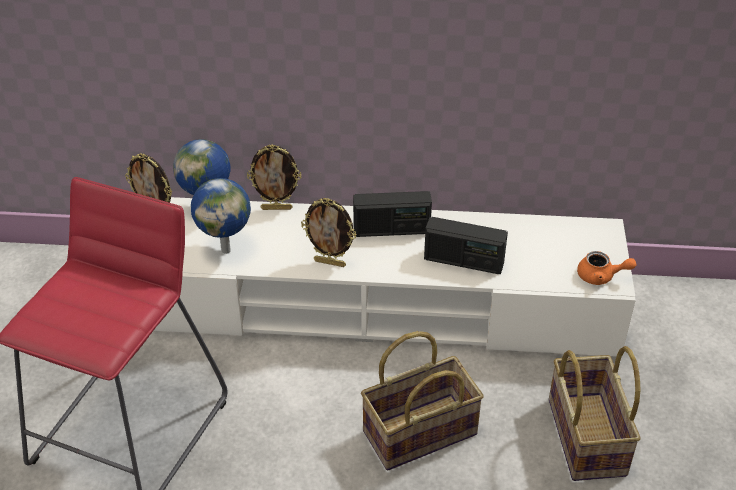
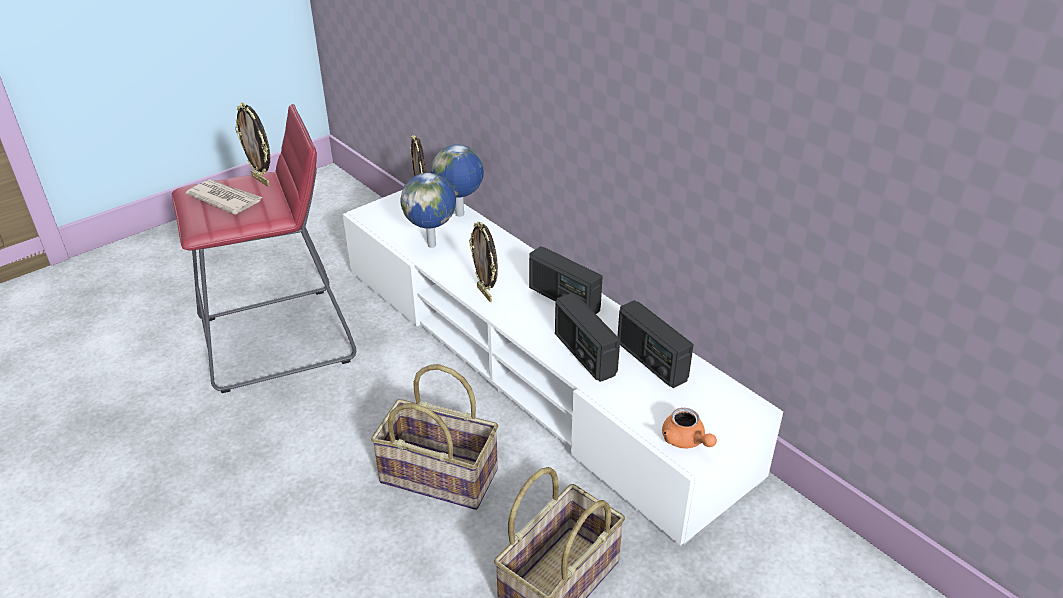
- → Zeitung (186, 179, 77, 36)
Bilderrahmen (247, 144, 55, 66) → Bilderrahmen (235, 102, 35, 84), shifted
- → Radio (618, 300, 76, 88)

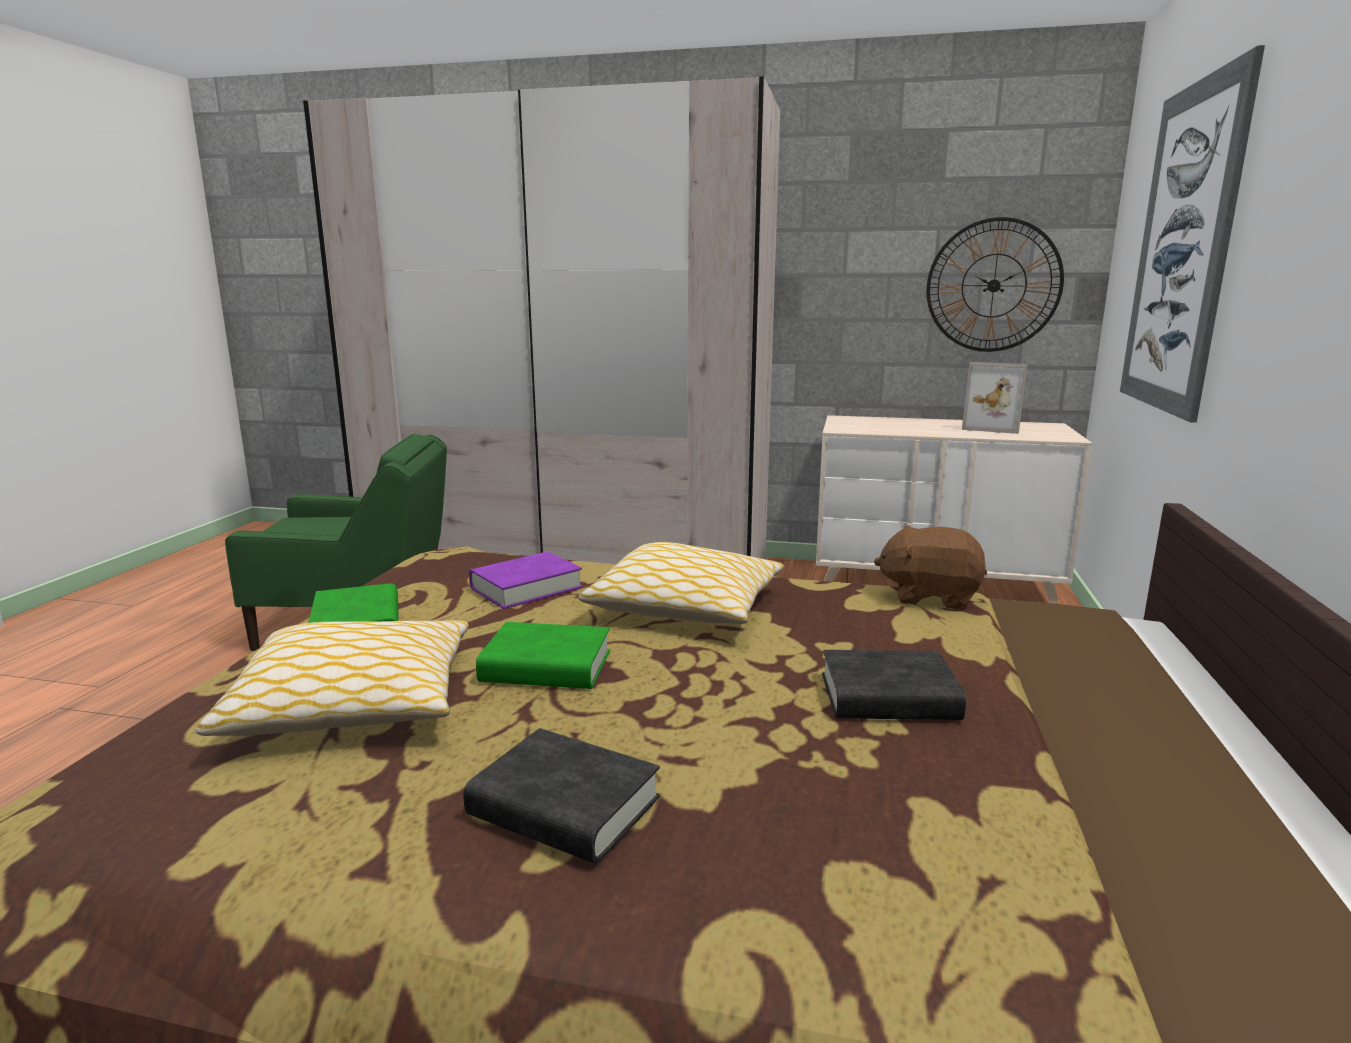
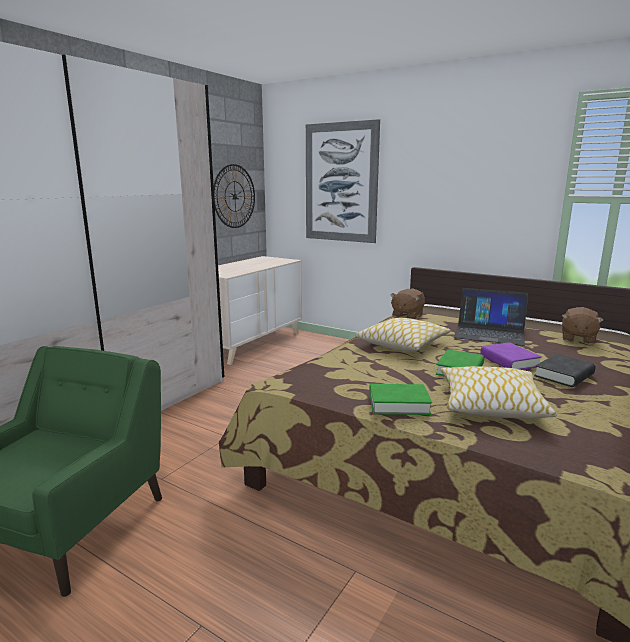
Buch (schwarz) (822, 650, 144, 70) → Laptop (454, 288, 74, 58)
Buch (lila) (469, 552, 114, 57) → Buch (lila) (480, 342, 62, 28), shifted
- → Plüschtier (braun) (562, 307, 42, 37)
Bilderrahmen (962, 362, 66, 72) → -

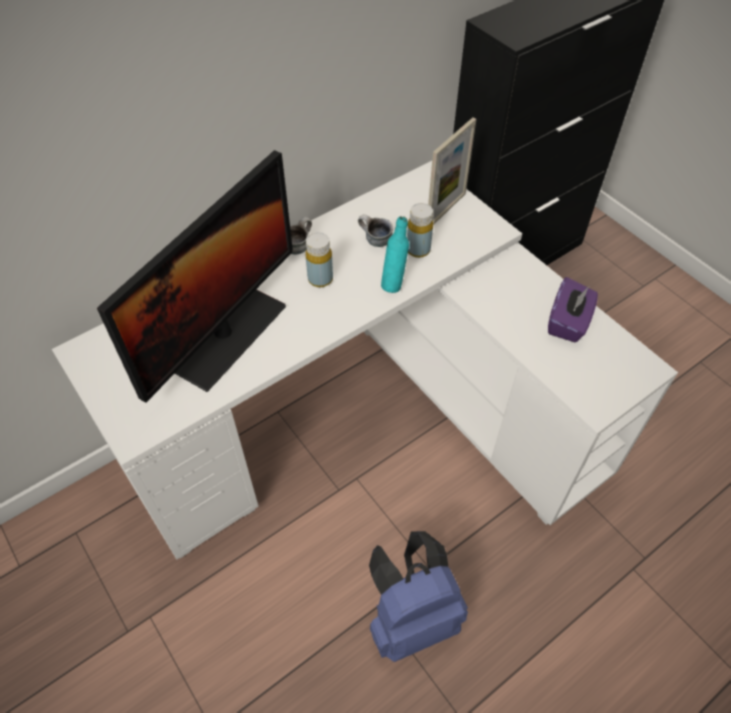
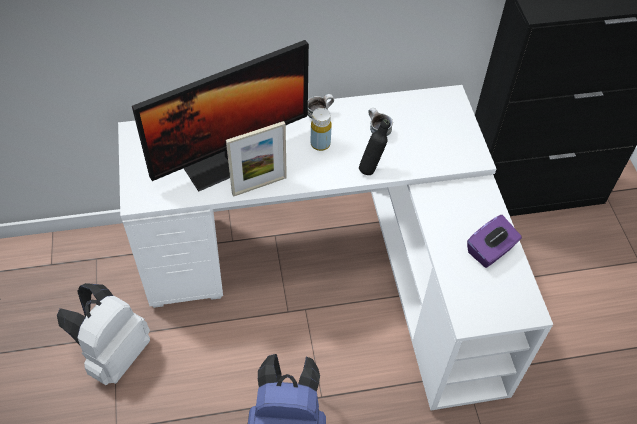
- → Rucksack (weiß) (57, 283, 93, 102)
Bilderrahmen (428, 118, 48, 107) → Bilderrahmen (226, 121, 61, 76), shifted
Flasche (türkis) (381, 216, 28, 77) → Flasche (schwarz) (359, 119, 31, 56)
Flasche (gelb) (407, 203, 26, 55) → -

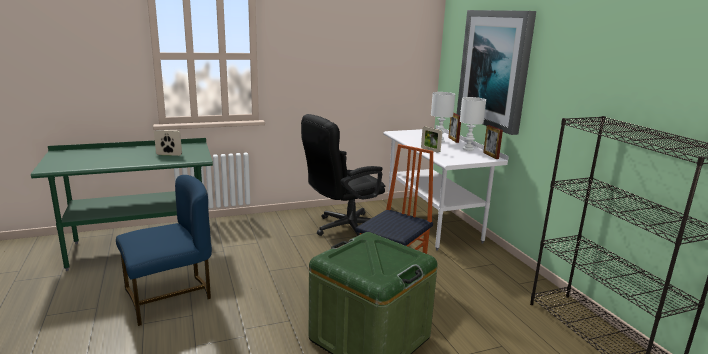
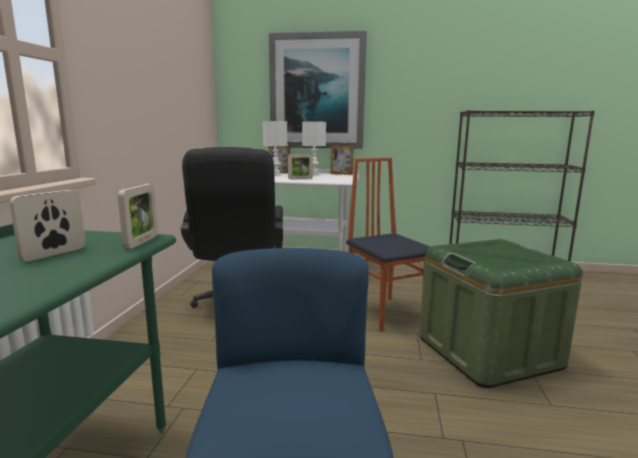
- → Bilderrahmen (118, 184, 40, 65)

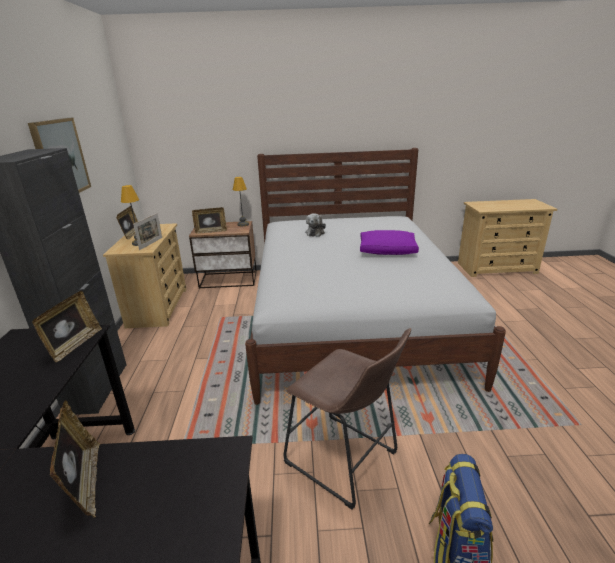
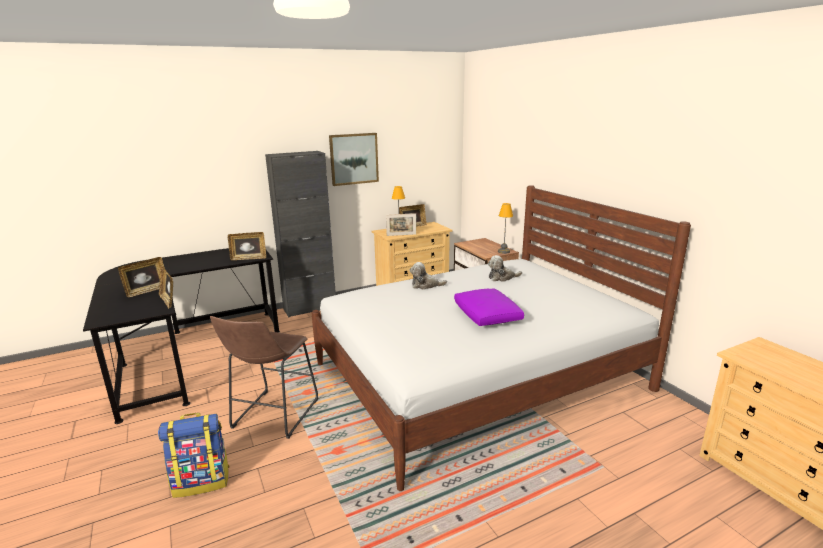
Bilderrahmen (192, 207, 35, 27) → Bilderrahmen (159, 266, 14, 43), shifted
- → Plüschtier (410, 262, 37, 28)

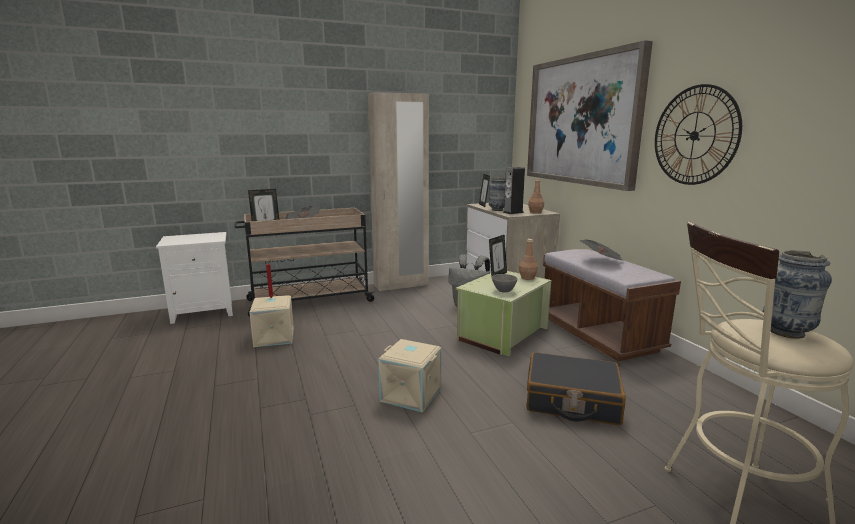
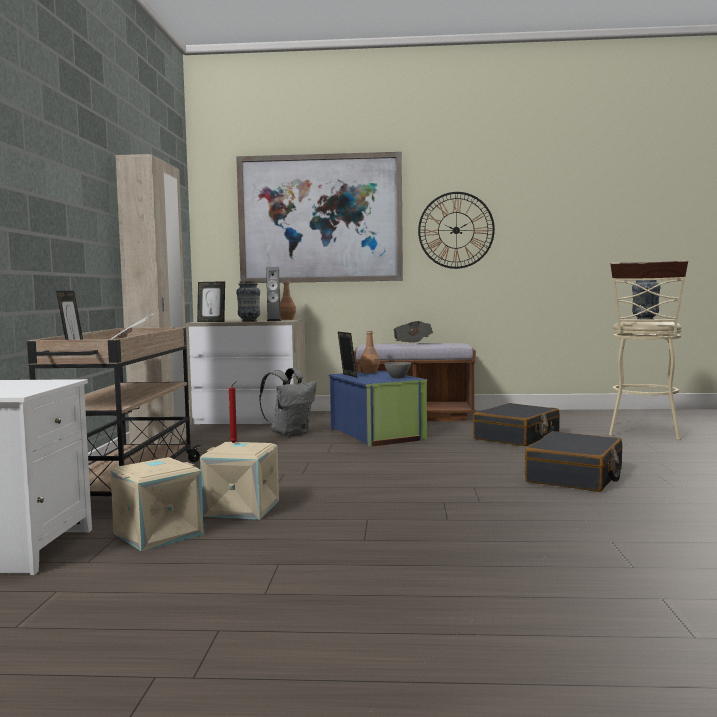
Aufbewahrungsbox (beige) (378, 339, 64, 74) → Aufbewahrungsbox (beige) (110, 457, 94, 94), shifted
Aufbewahrungsbox (grün) (456, 271, 95, 85) → Aufbewahrungsbox (blau) (329, 370, 98, 77)
- → Koffer (schwarz) (525, 431, 97, 61)

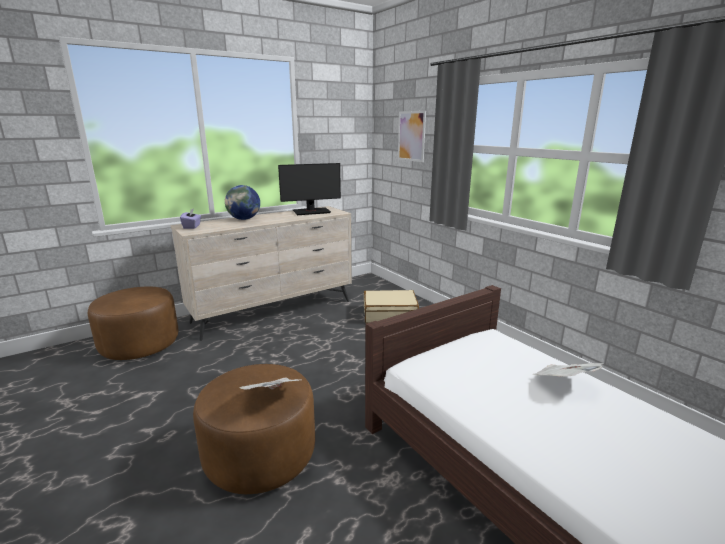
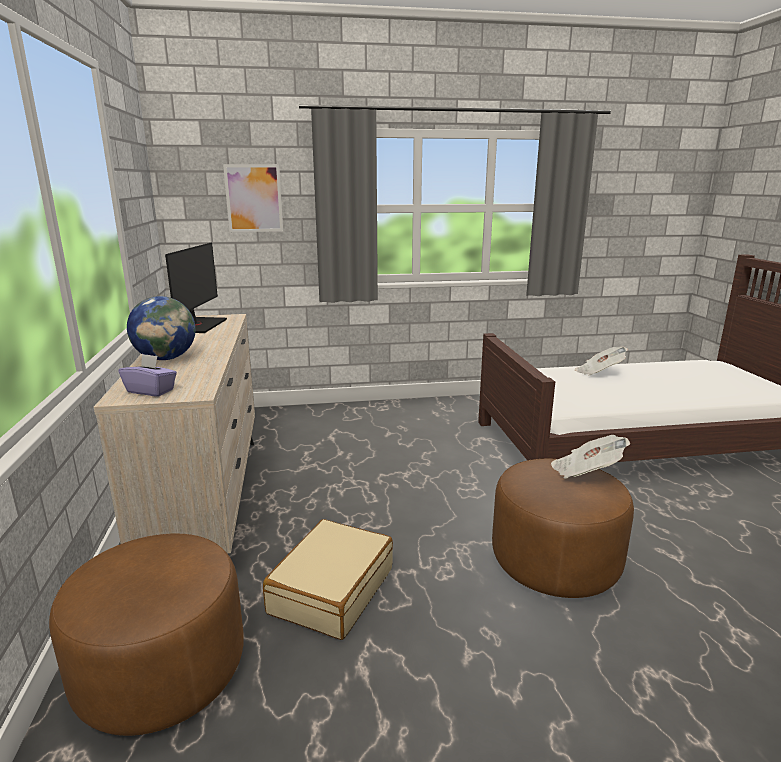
Koffer (beige) (364, 290, 55, 33) → Koffer (beige) (263, 519, 130, 121), shifted

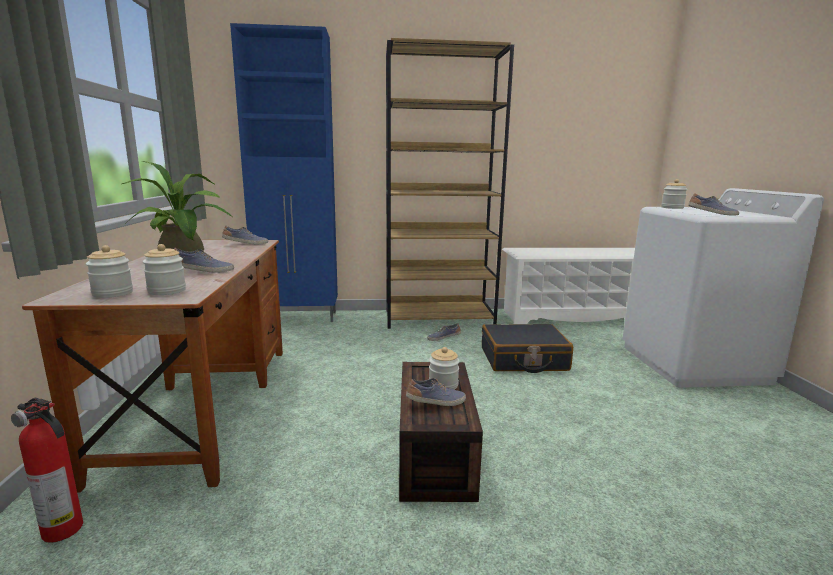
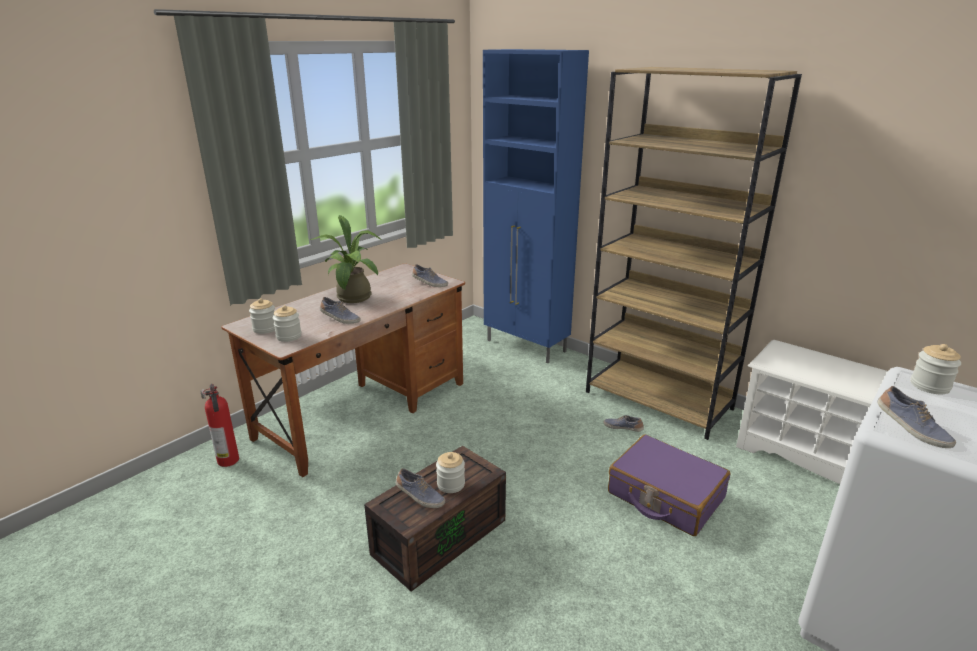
Koffer (schwarz) (482, 324, 91, 49) → Koffer (lila) (608, 435, 122, 101)

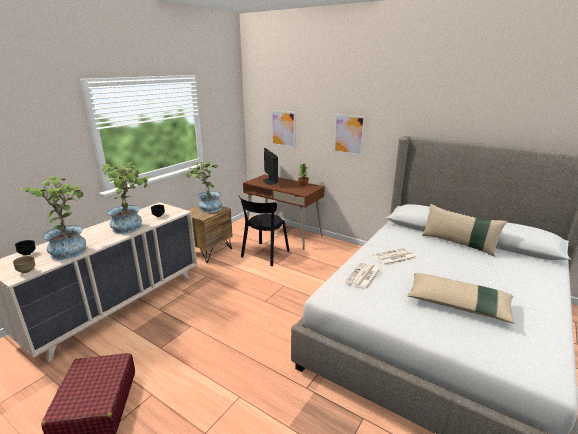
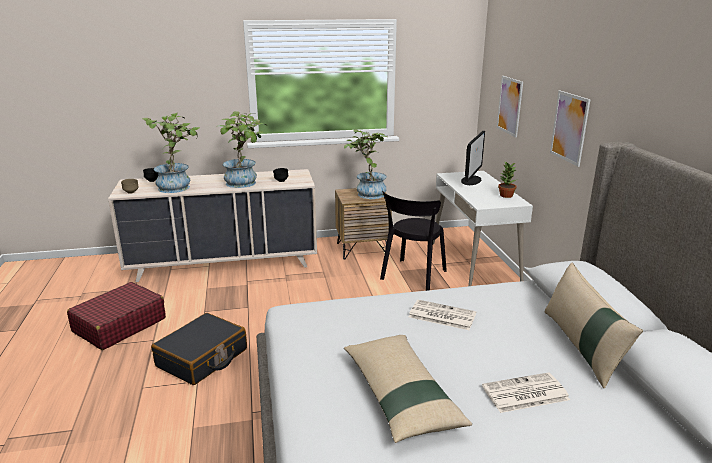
- → Koffer (schwarz) (151, 313, 96, 72)
Stuhl (schwarz) (239, 196, 50, 70) → Stuhl (schwarz) (380, 191, 67, 100), 45 degrees counterclockwise
Schreibtisch (braun) (243, 174, 82, 76) → Schreibtisch (weiß) (433, 171, 100, 115)
Zeitung (345, 262, 37, 28) → Zeitung (482, 372, 88, 41), shifted

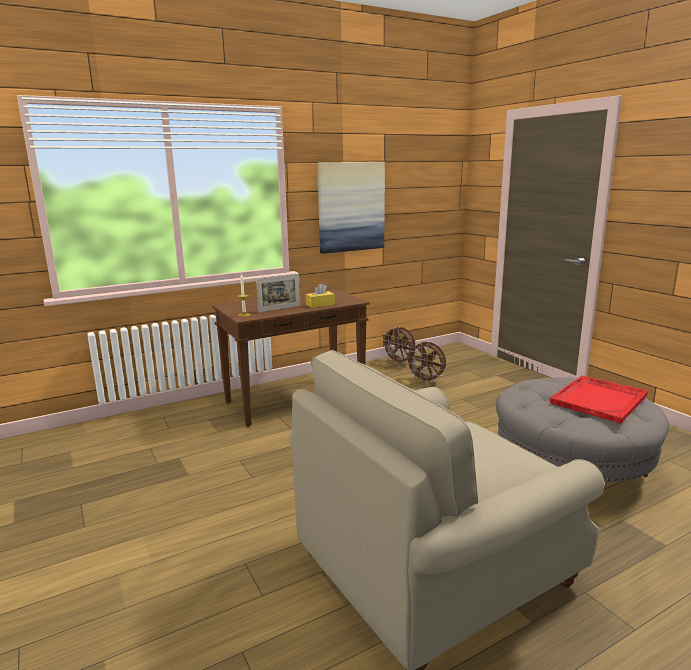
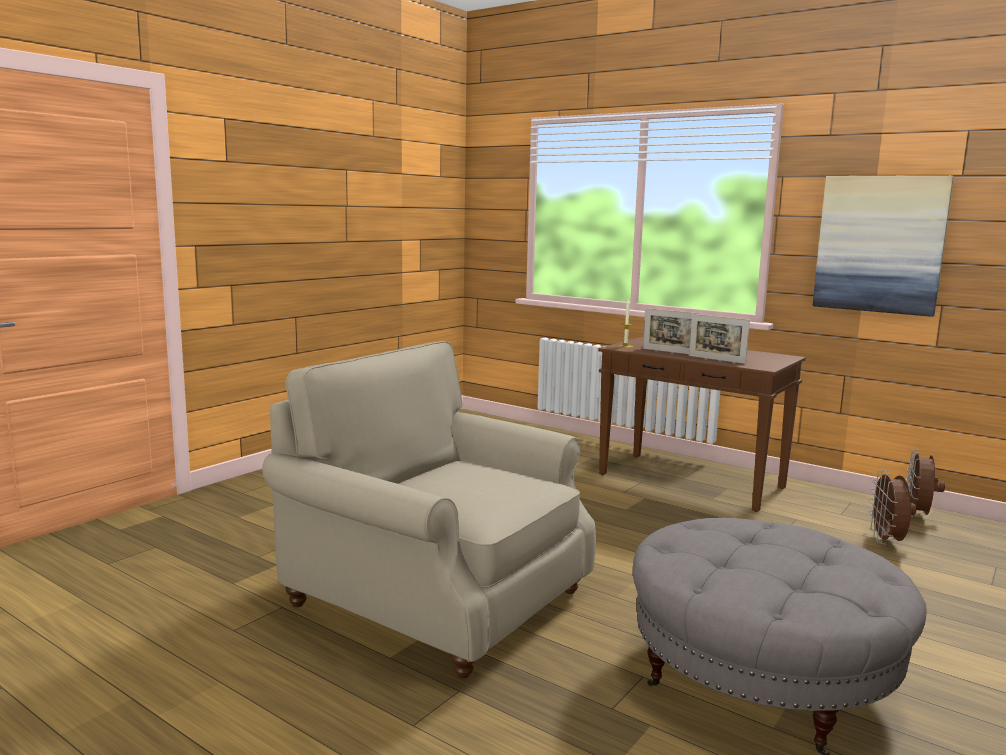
Taschentuchbox (gelb) (306, 283, 29, 25) → Bilderrahmen (689, 314, 61, 50)
Tablett (rot) (550, 375, 98, 48) → -

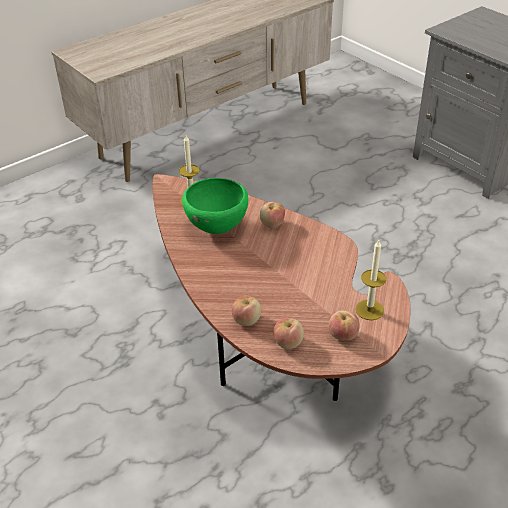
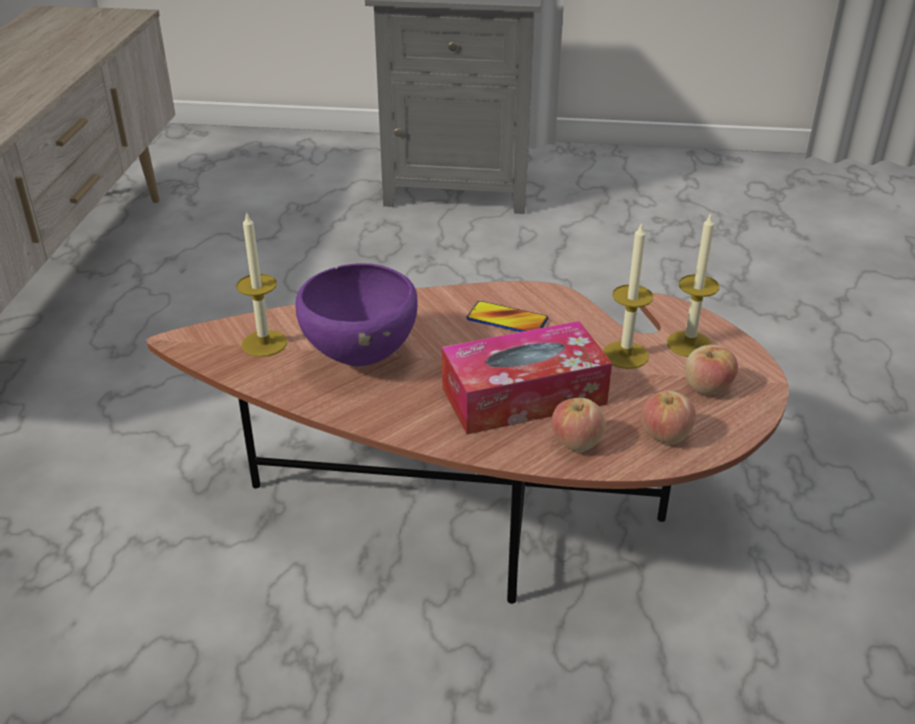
Schüssel (grün) (182, 178, 66, 56) → Schüssel (lila) (296, 263, 122, 103)
- → Taschentuchbox (442, 321, 170, 113)
- → Handy (467, 301, 81, 31)
- → Kerze (603, 222, 50, 147)
Apfel (259, 202, 26, 26) → -

